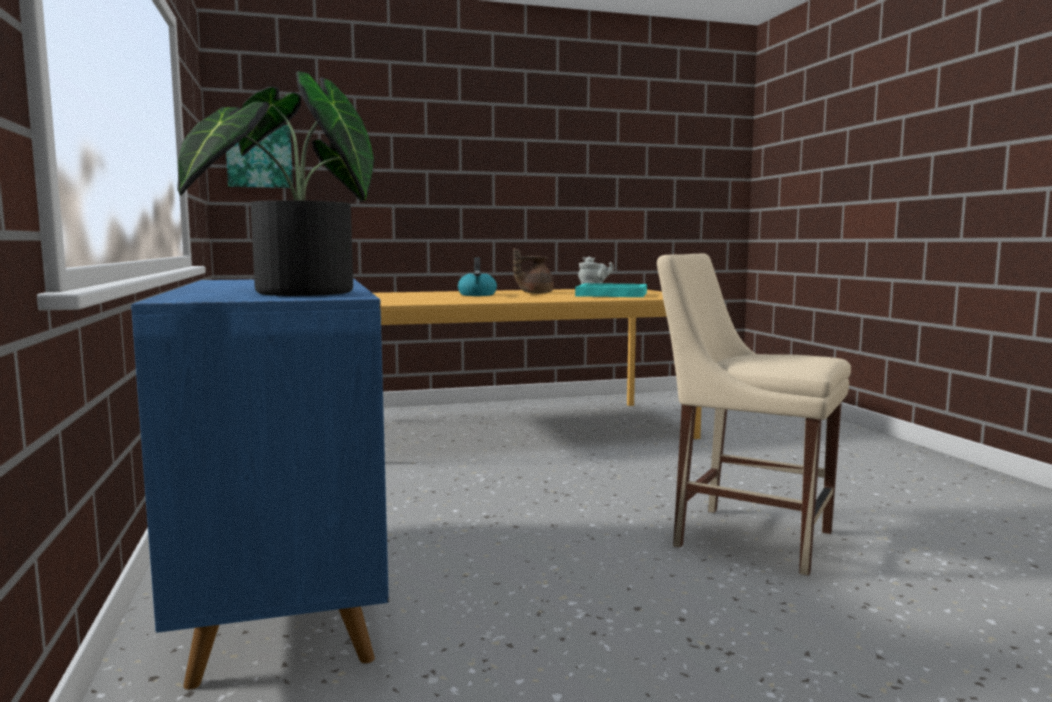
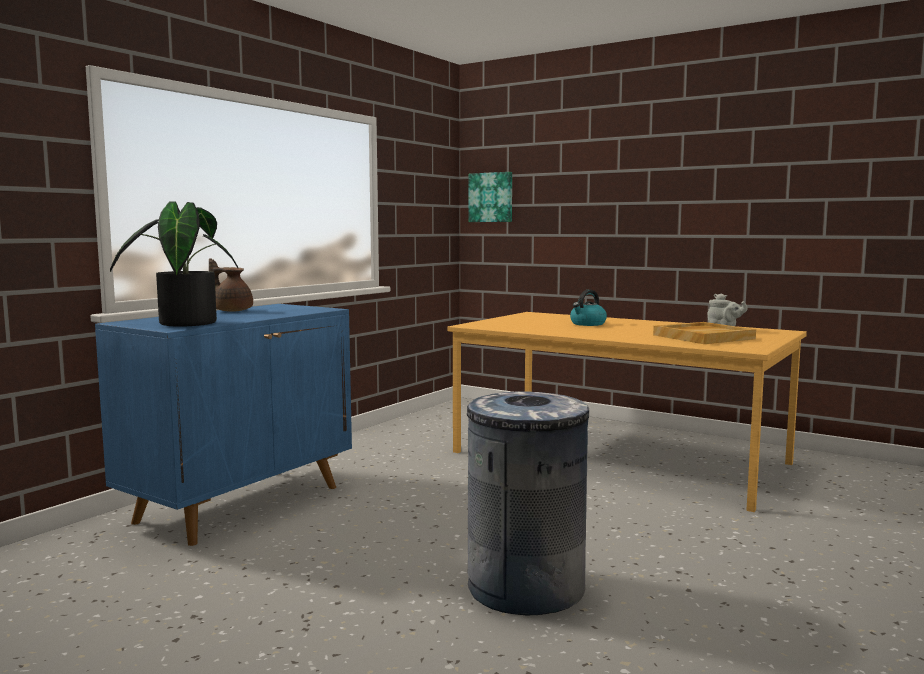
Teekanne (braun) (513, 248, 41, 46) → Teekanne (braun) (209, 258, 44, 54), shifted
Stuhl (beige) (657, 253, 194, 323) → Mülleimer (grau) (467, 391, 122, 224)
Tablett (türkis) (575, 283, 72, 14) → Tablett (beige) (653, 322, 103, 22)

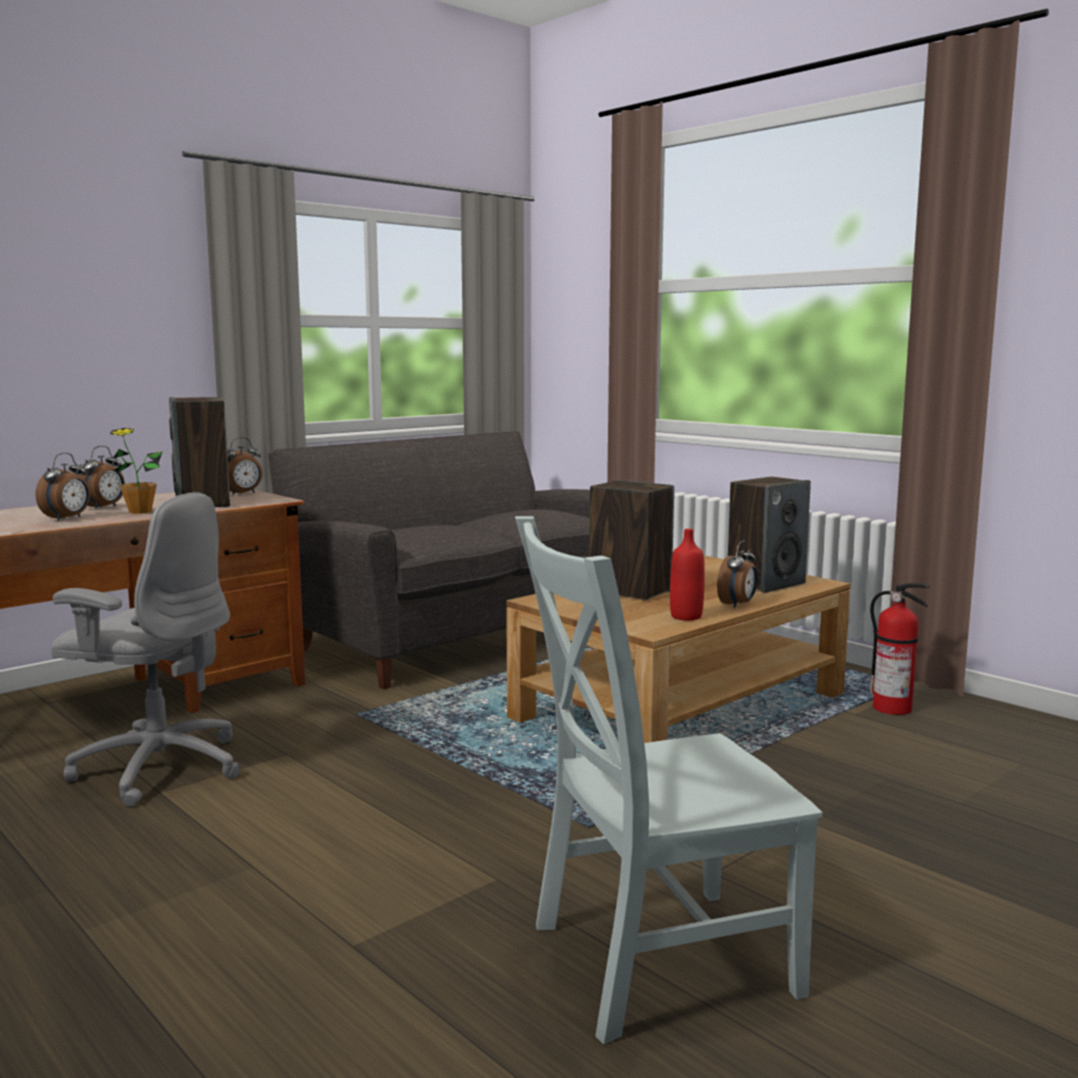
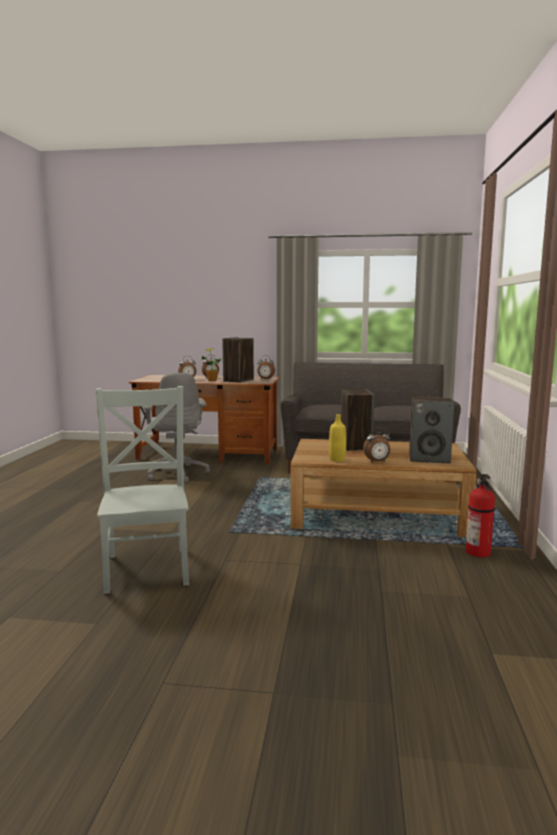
Stuhl (grau) (515, 516, 308, 528) → Stuhl (grau) (96, 386, 93, 208), 45 degrees clockwise
Flasche (rot) (670, 529, 35, 92) → Flasche (gelb) (329, 414, 17, 48)

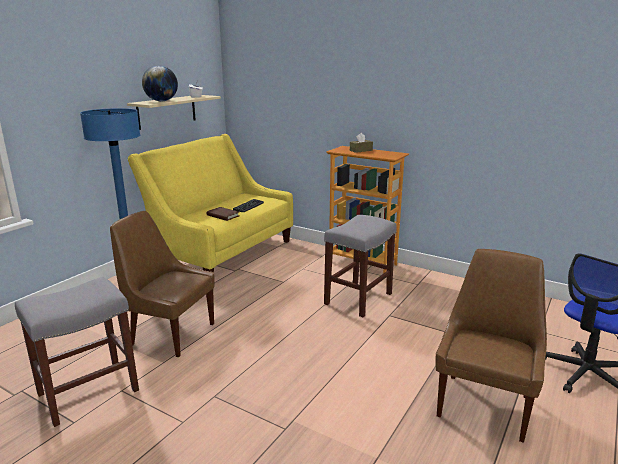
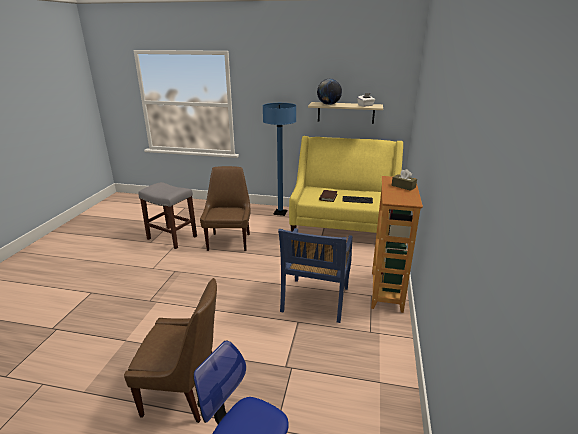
Hocker (grau) (324, 215, 73, 102) → Stuhl (blau) (278, 228, 75, 95)

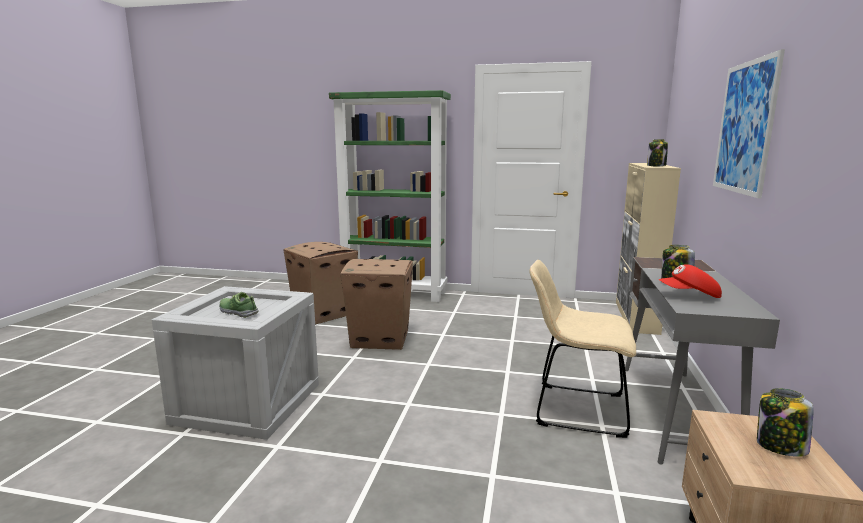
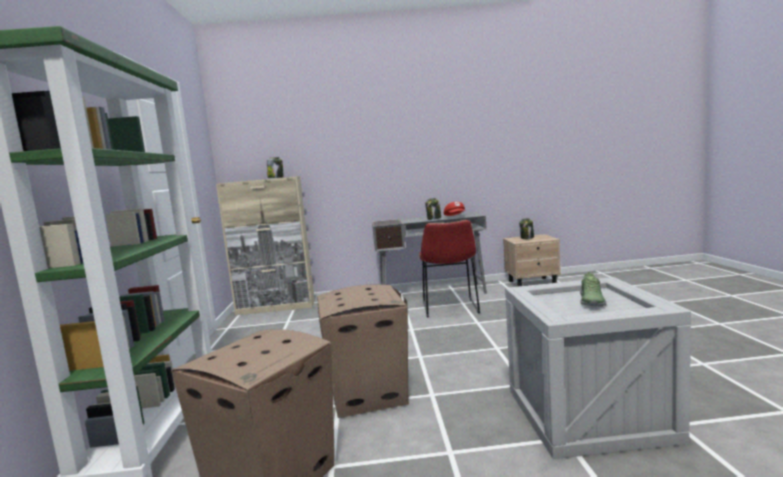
Stuhl (beige) (530, 260, 106, 178) → Stuhl (rot) (419, 220, 61, 98)
Bild (713, 49, 72, 149) → -

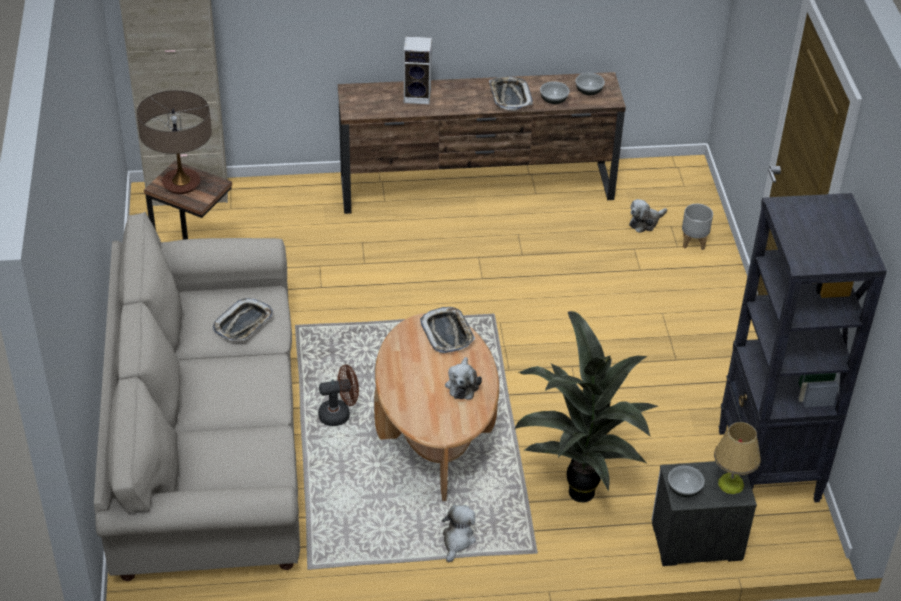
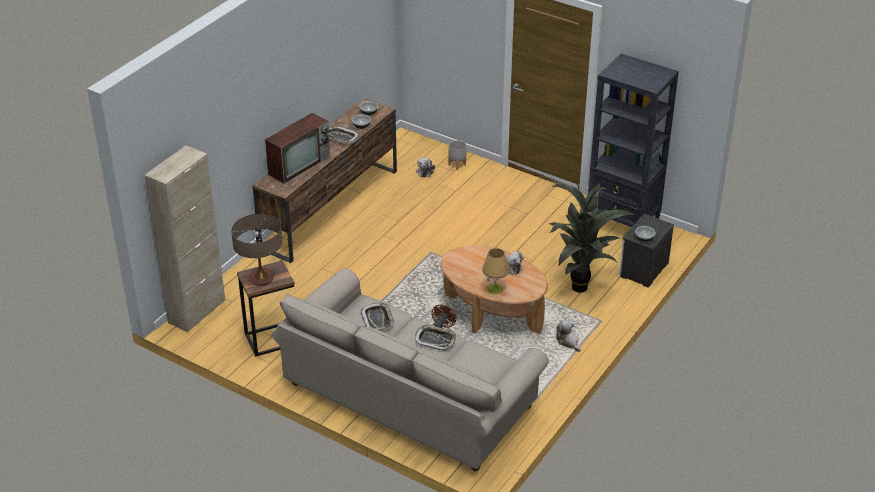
Lautsprecher (404, 36, 28, 68) → Fernseher (265, 113, 65, 71)
Tablett (420, 307, 56, 46) → Tablett (415, 325, 42, 26), shifted
Tischlampe (714, 422, 46, 72) → Tischlampe (482, 248, 28, 46), shifted

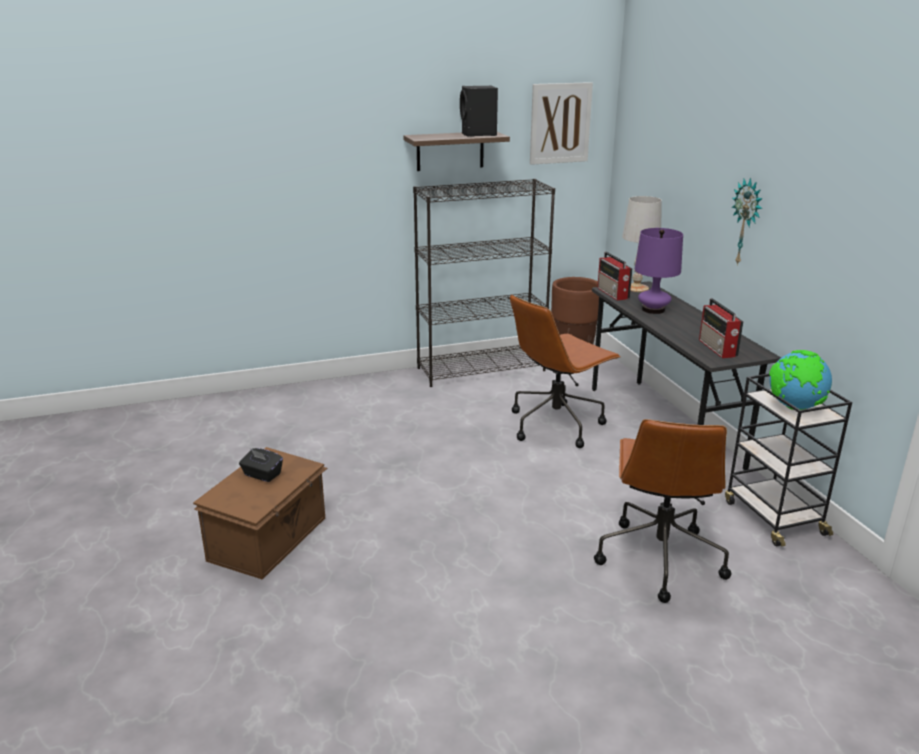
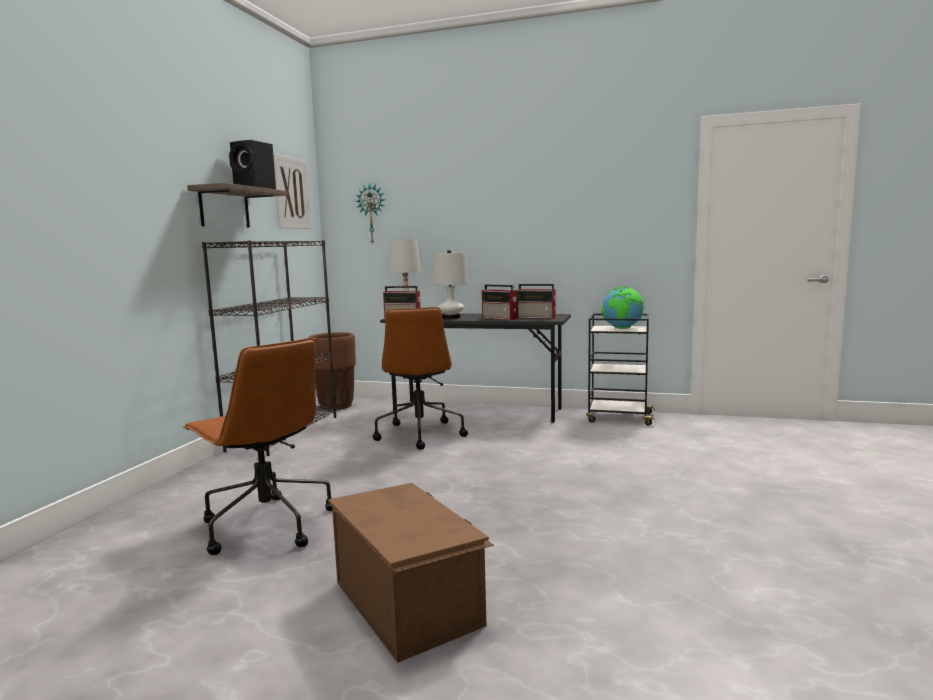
Bürostuhl (braun) (594, 419, 137, 184) → Bürostuhl (braun) (182, 338, 150, 217), shifted
Wanduhr (731, 178, 32, 87) → Wanduhr (356, 183, 30, 62), shifted
Tischlampe (lila) (635, 228, 48, 86) → Tischlampe (weiß) (432, 250, 37, 69)
- → Radio (482, 284, 36, 36)
Taschentuchbox (schwarz) (239, 448, 44, 34) → -

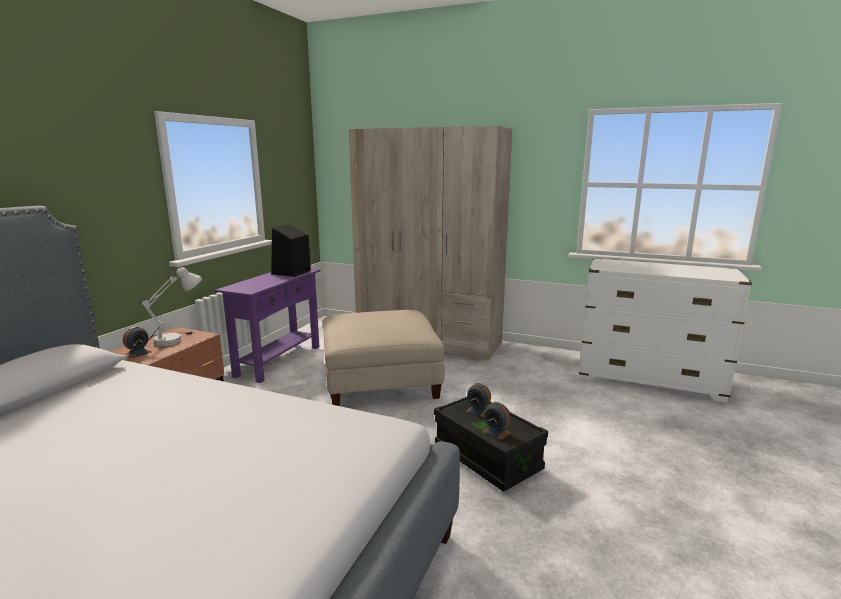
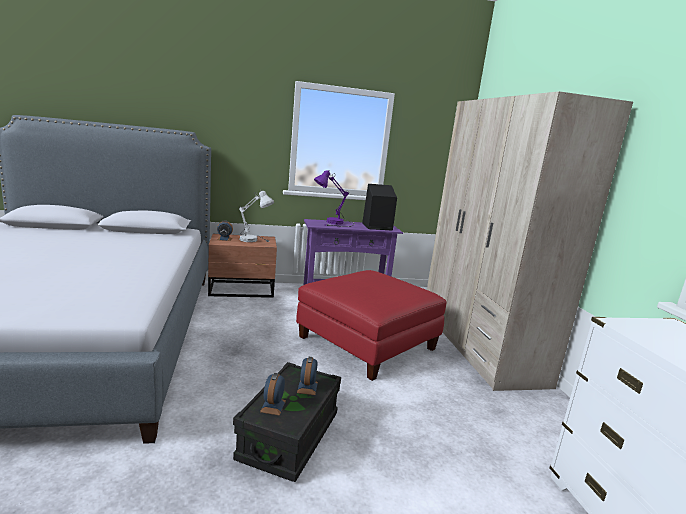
Polsterhocker (beige) (323, 310, 122, 96) → Polsterhocker (rot) (296, 270, 151, 111)
- → Tischlampe (lila) (314, 170, 41, 57)

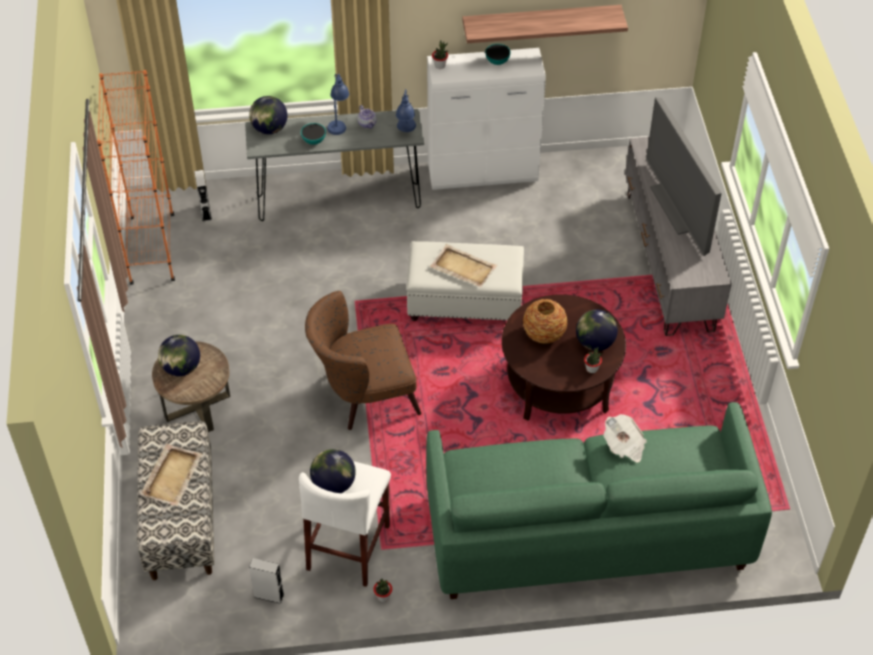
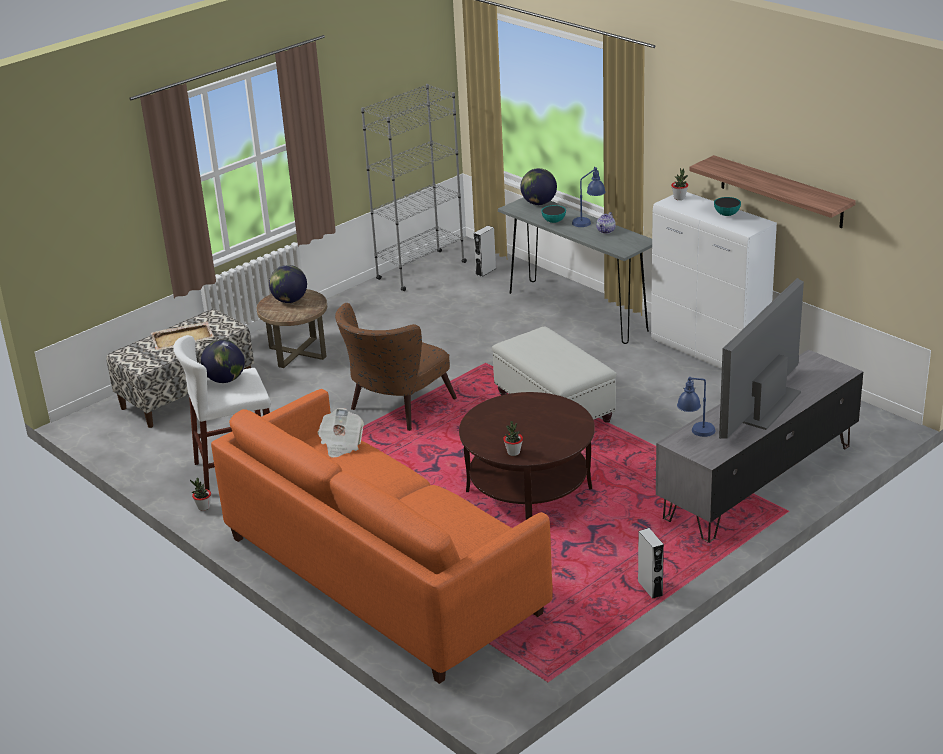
Sofa (grün) (426, 402, 346, 197) → Sofa (orange) (211, 389, 342, 295)
Zeitung (603, 414, 44, 49) → Zeitung (318, 408, 46, 50), shifted
Sessel (braun) (305, 291, 116, 139) → Sessel (braun) (335, 303, 122, 128), 90 degrees counterclockwise
Bücherregal (orange) (97, 70, 78, 215) → Bücherregal (grau) (361, 84, 106, 207)
Lautsprecher (grau) (249, 558, 35, 46) → Lautsprecher (grau) (638, 528, 26, 70), shifted
Tischlampe (blau) (396, 89, 20, 43) → Tischlampe (blau) (677, 377, 38, 60), shifted
Tablett (beige) (430, 244, 68, 43) → -
Vase (523, 299, 44, 44) → -
Globus (576, 310, 42, 41) → -

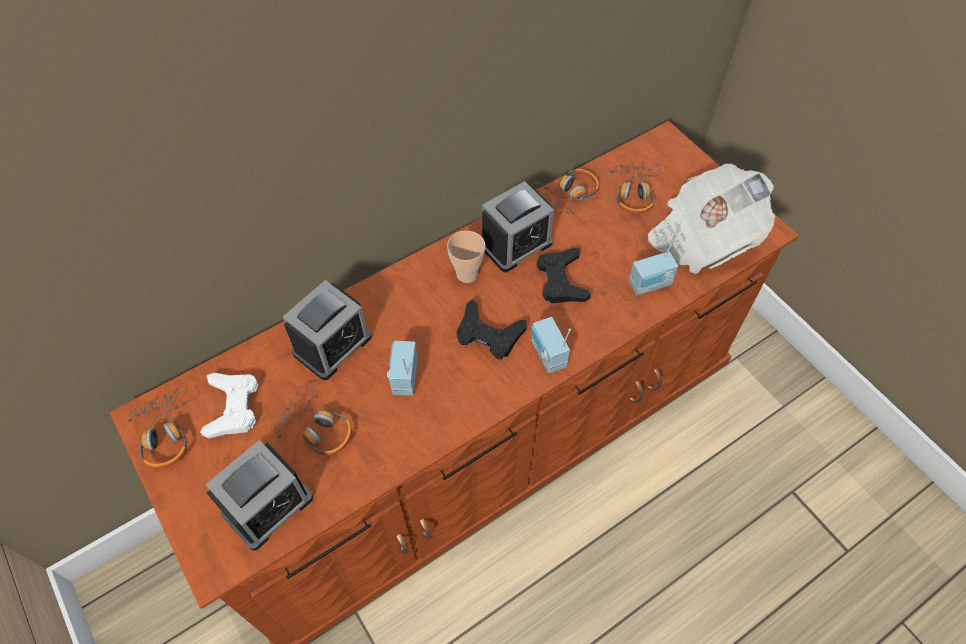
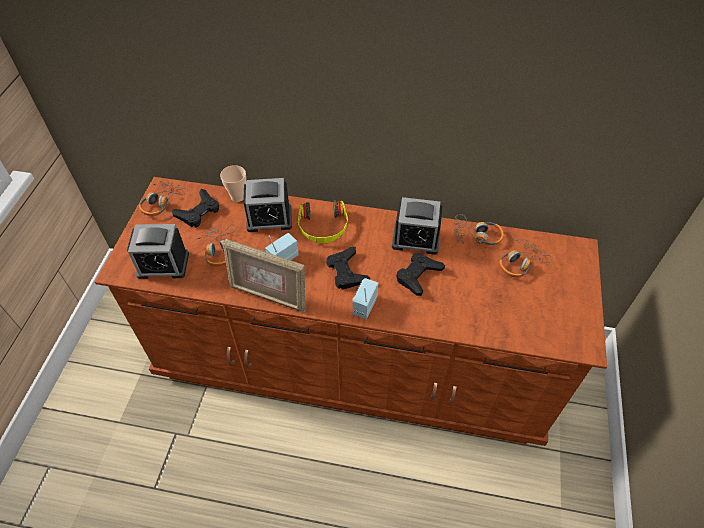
Gamepad (weiß) (200, 373, 58, 66) → Gamepad (schwarz) (172, 189, 47, 39)
Tasse (447, 231, 38, 52) → Tasse (220, 165, 26, 37), shifted
- → Bilderrahmen (222, 239, 83, 73)
- → Kopfhörer (298, 200, 50, 44)
Radio (628, 229, 52, 66) → -
Zeitung (648, 164, 127, 110) → -

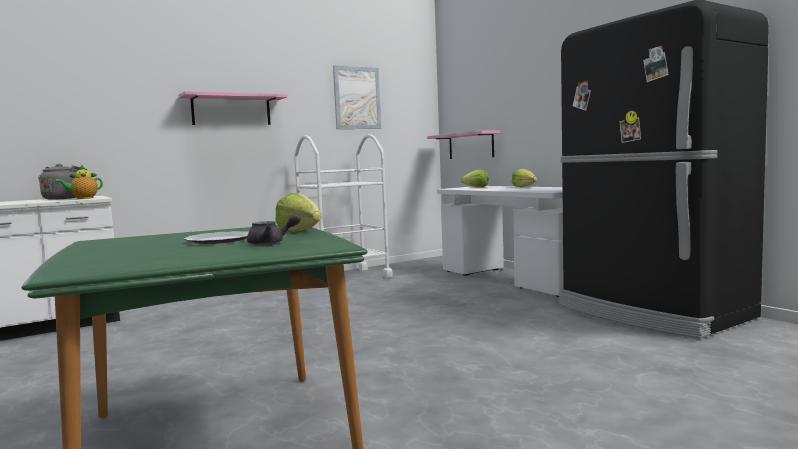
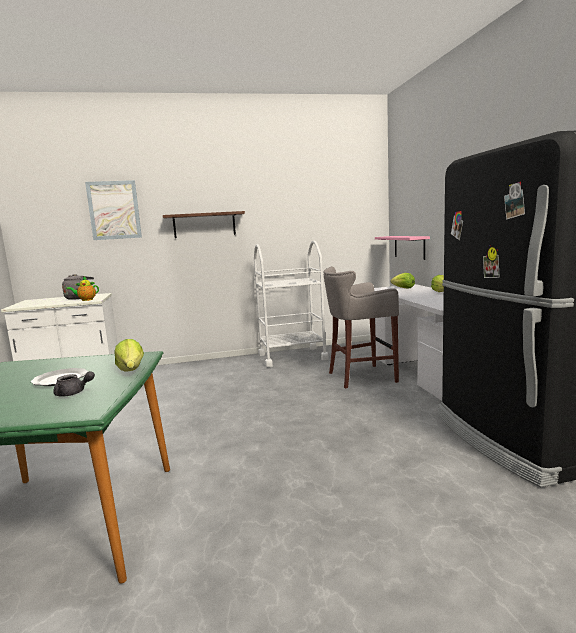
Bild (333, 65, 48, 64) → Bild (85, 180, 57, 60), shifted
Wandregal (rosa) (179, 91, 109, 34) → Wandregal (braun) (163, 211, 82, 27)
- → Hocker (grau) (323, 266, 76, 123)

